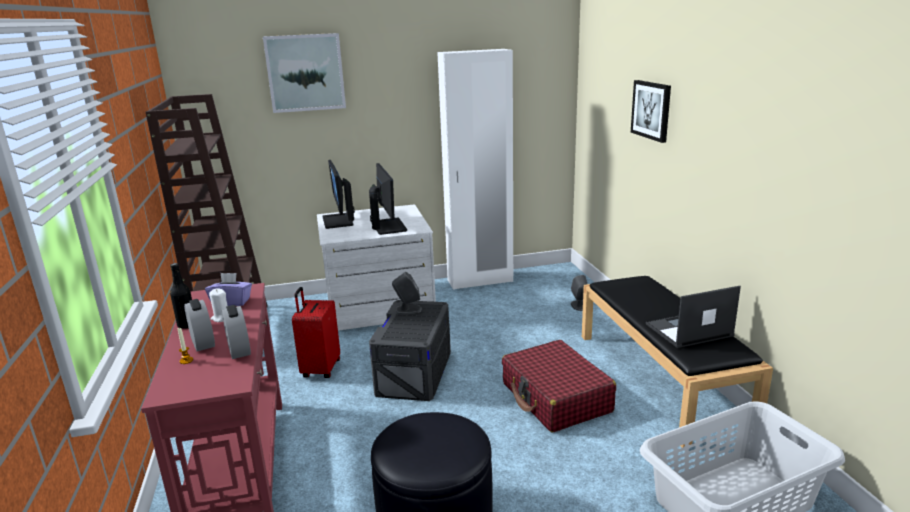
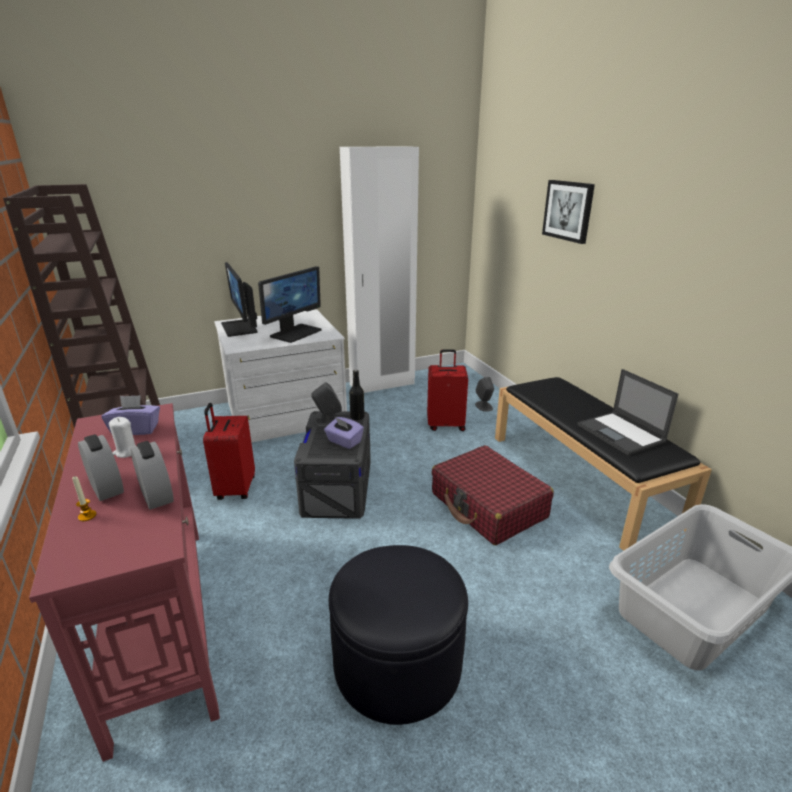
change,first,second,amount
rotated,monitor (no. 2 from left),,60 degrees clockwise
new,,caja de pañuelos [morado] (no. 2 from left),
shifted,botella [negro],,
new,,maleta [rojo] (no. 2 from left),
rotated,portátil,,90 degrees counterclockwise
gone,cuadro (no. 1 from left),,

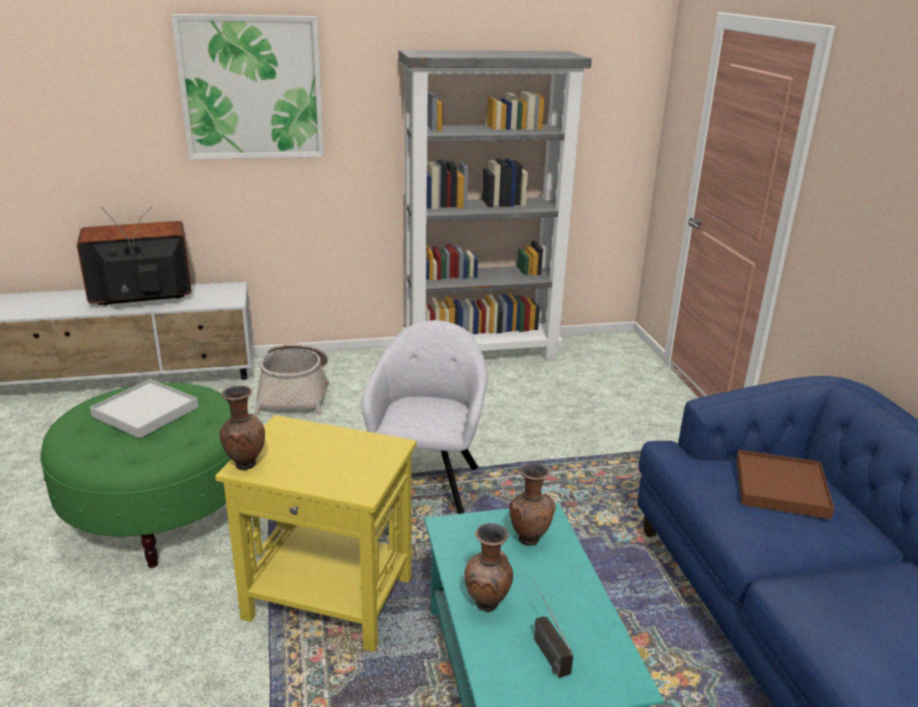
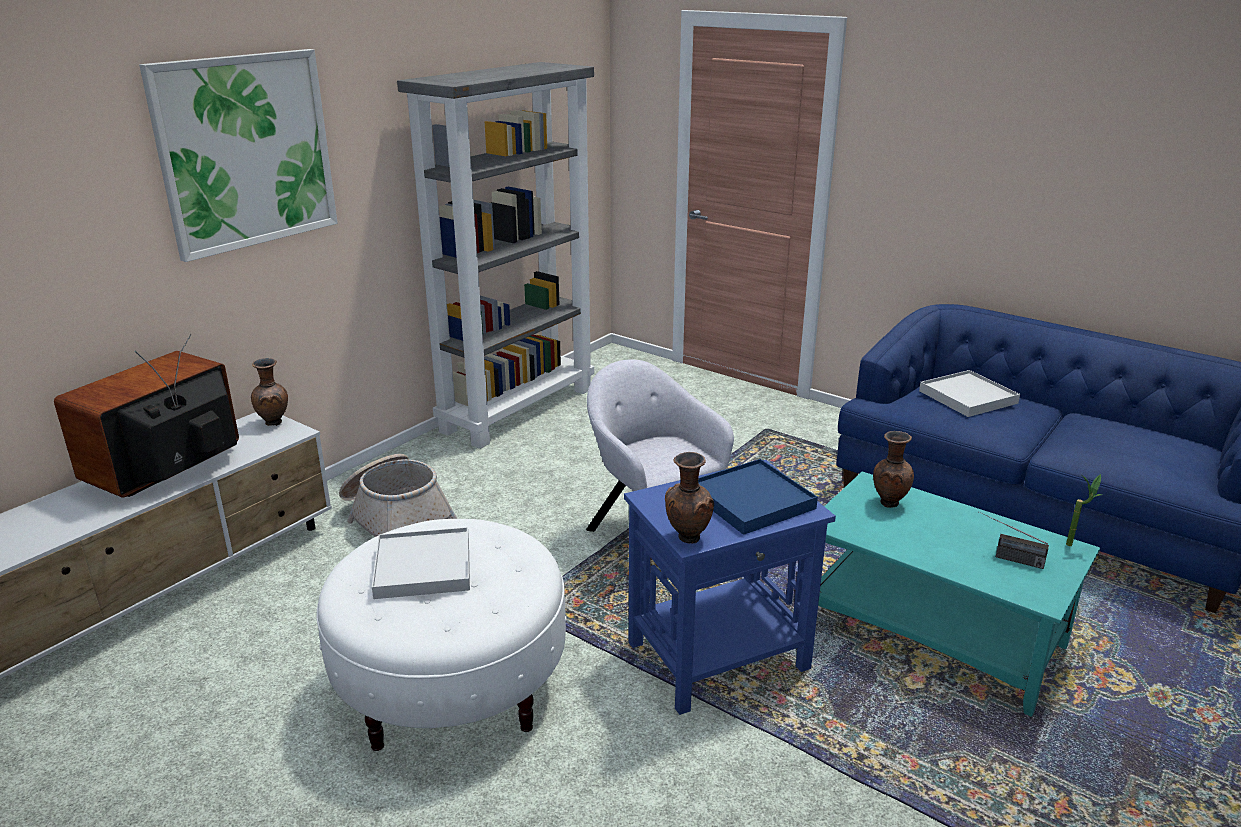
change,first,second,amount
shifted,florero [marrón] (no. 2 from left in the first image),florero [marrón] (no. 1 from left),
repainted,puf [verde],puf [blanco],
repainted,mesa auxiliar [amarillo],mesa auxiliar [azul],
new,,bandeja [azul],
repainted,bandeja [marrón],bandeja [blanco] (no. 2 from left),
new,,planta en maceta,

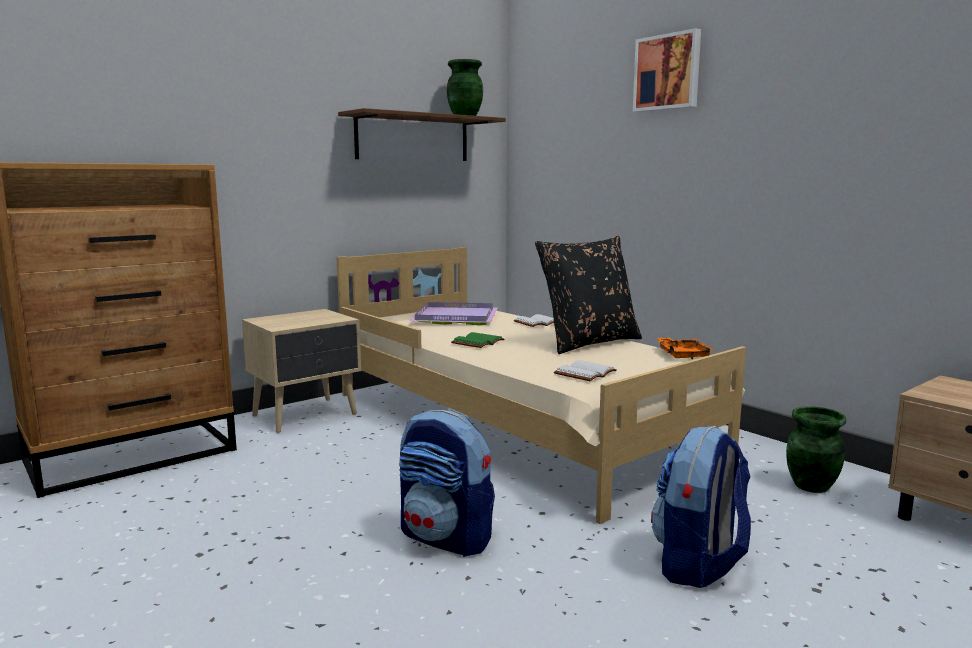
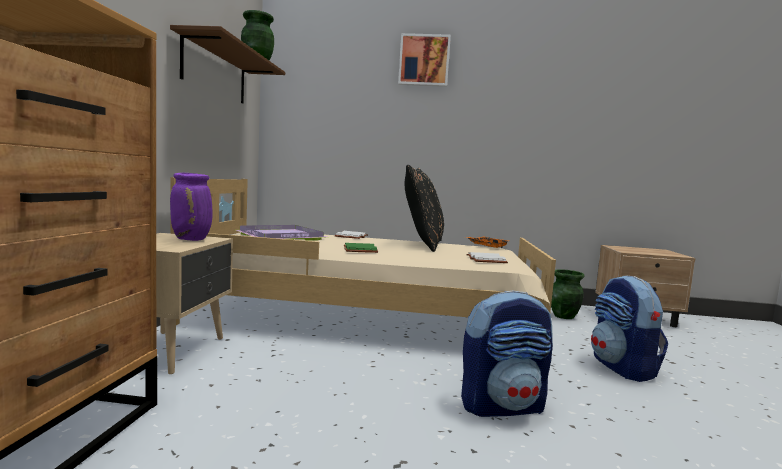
change,first,second,amount
new,,florero [morado],

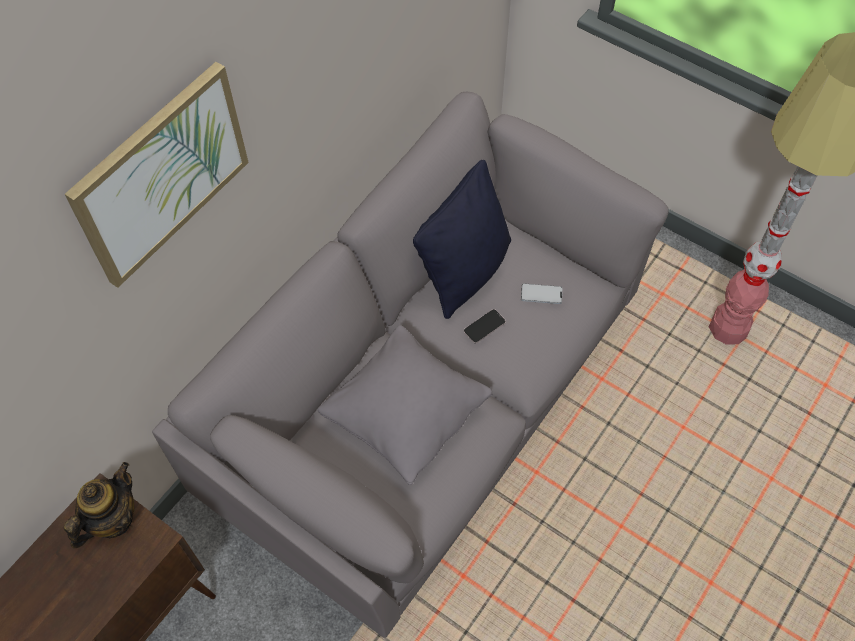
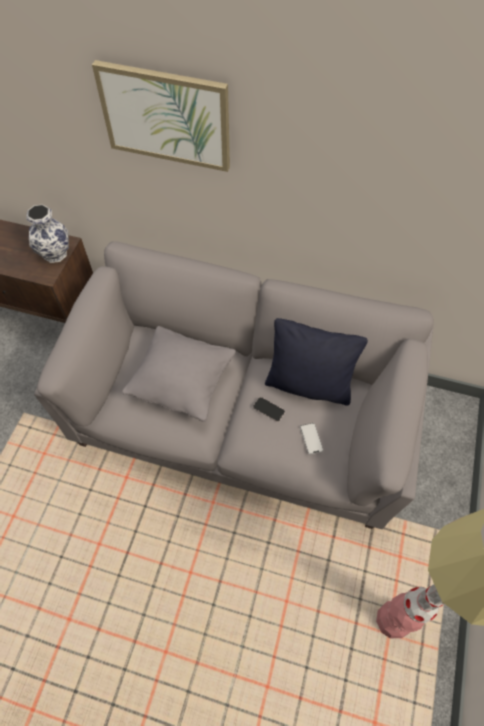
change,first,second,amount
swapped,tetera,florero,

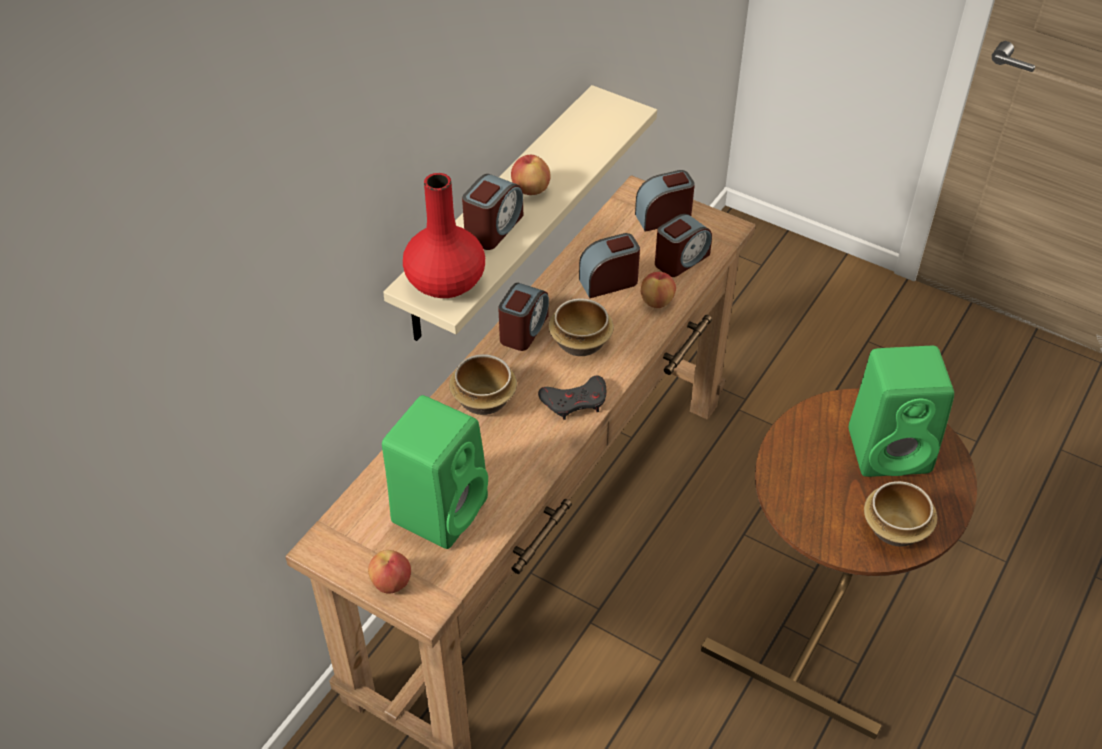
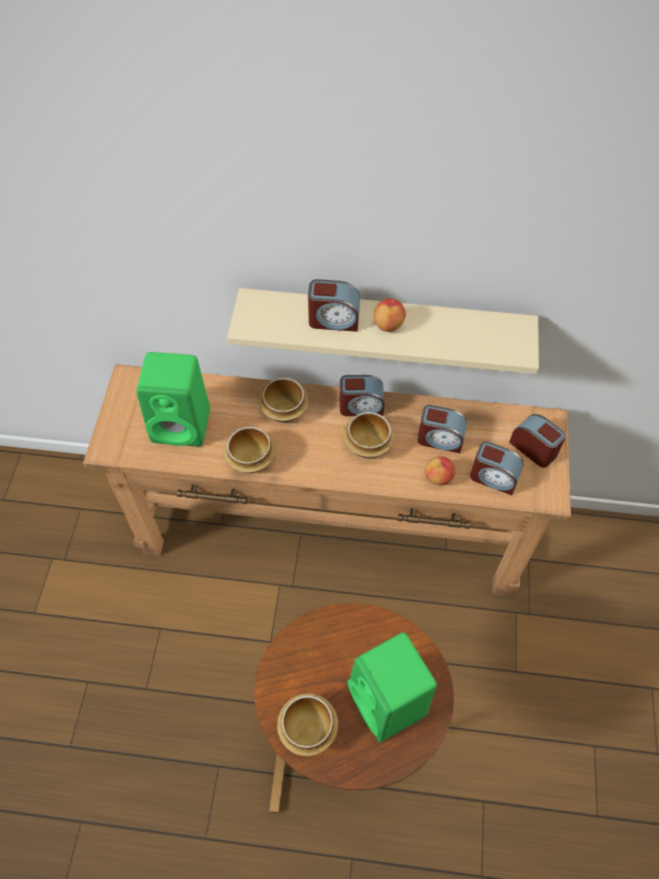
change,first,second,amount
new,,cuenco (no. 1 from left),
rotated,despertador (no. 3 from left),,150 degrees clockwise
gone,manzana (no. 1 from left),,
gone,florero [rojo],,
gone,mando de consola [gris],,

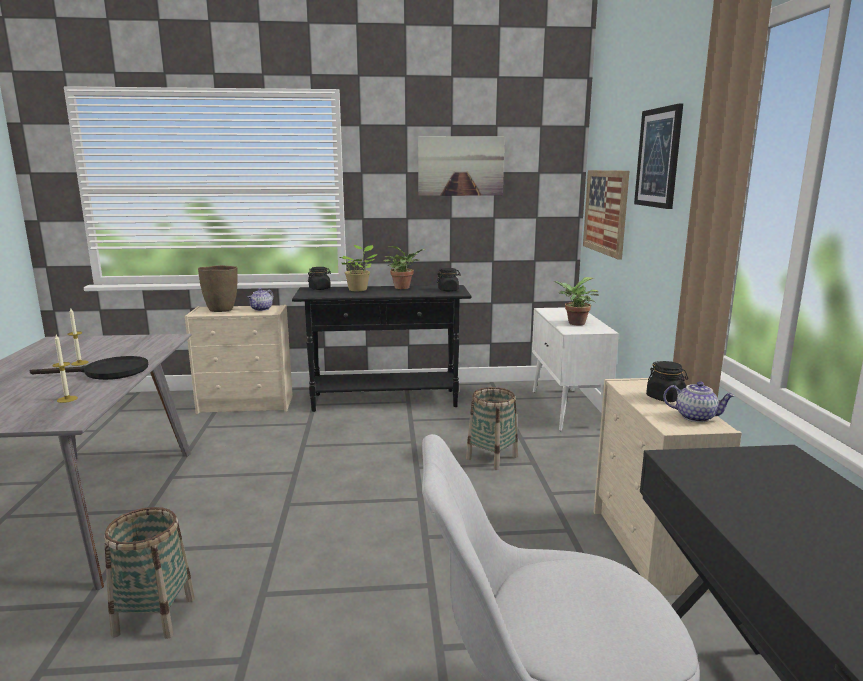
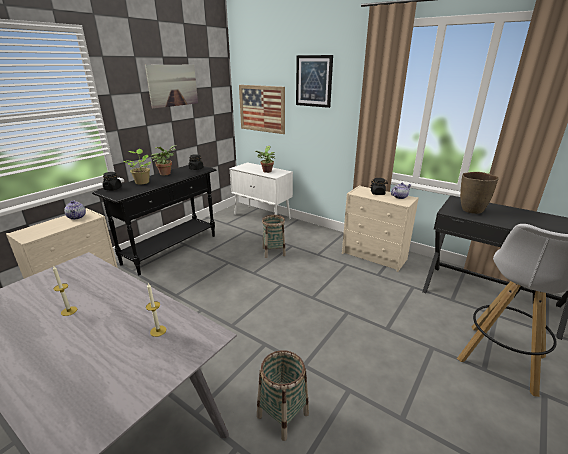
change,first,second,amount
shifted,florero [marrón],,
gone,sartén [negro],,

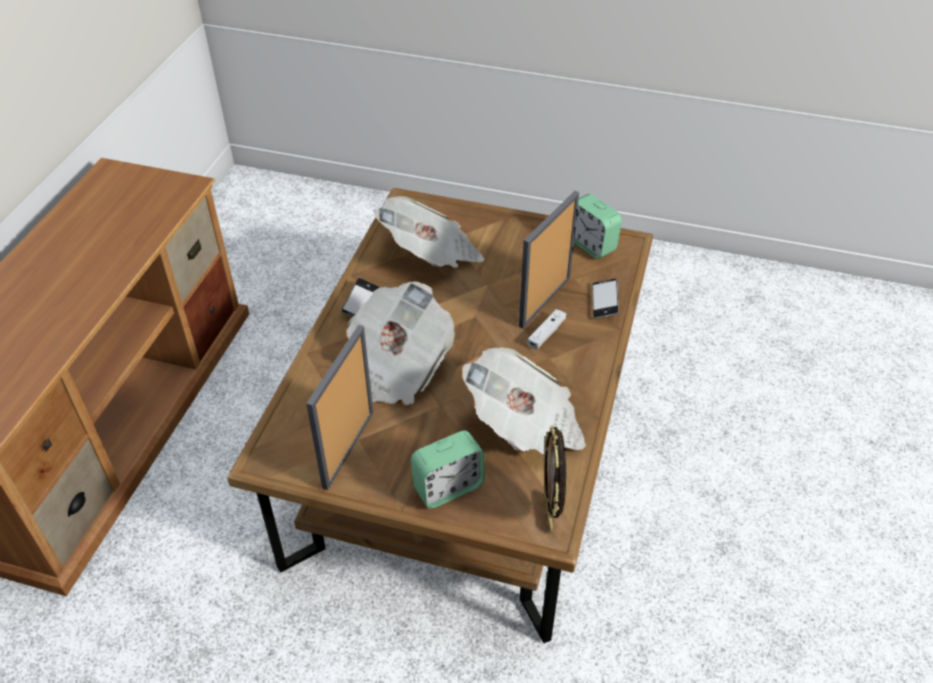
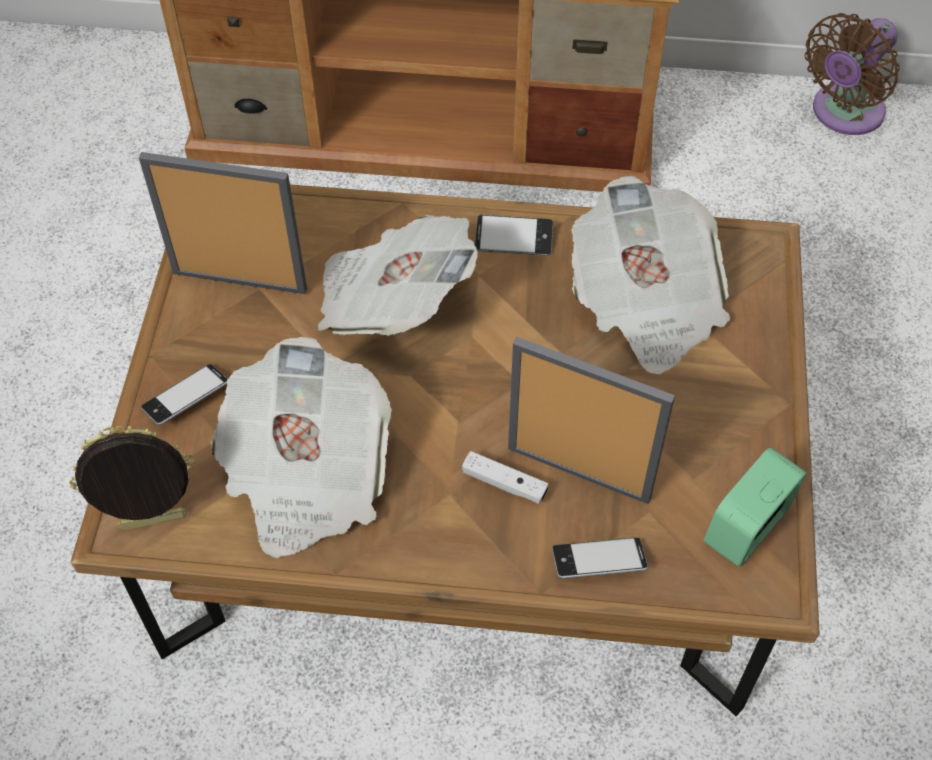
change,first,second,amount
swapped,despertador (no. 1 from left),móvil (no. 1 from left),
new,,ventilador [marrón],

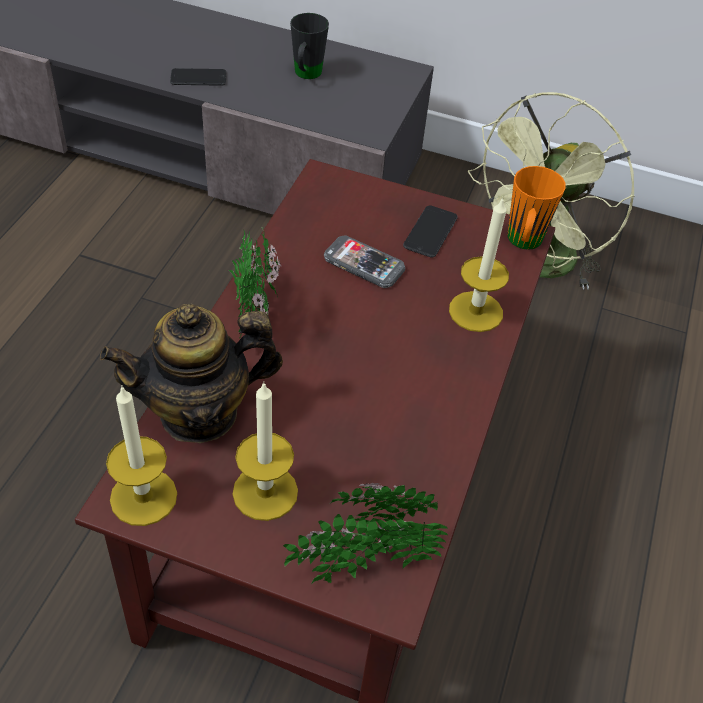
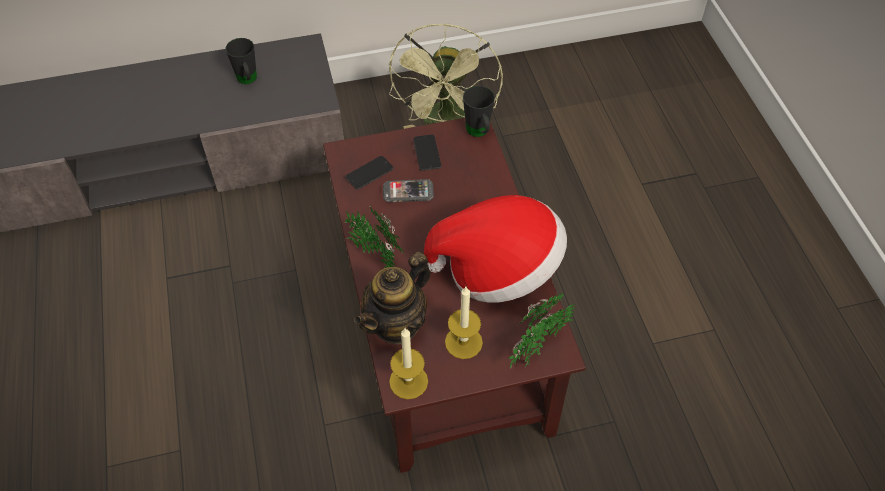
change,first,second,amount
shifted,móvil (no. 1 from left),,
new,,sombrero,
repainted,taza grande [naranja],taza grande [negro] (no. 2 from left),
gone,vela (no. 3 from left),,

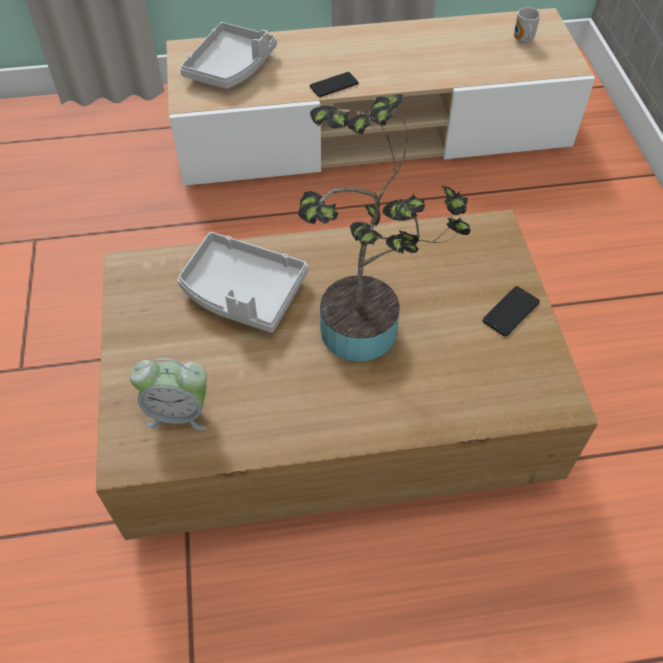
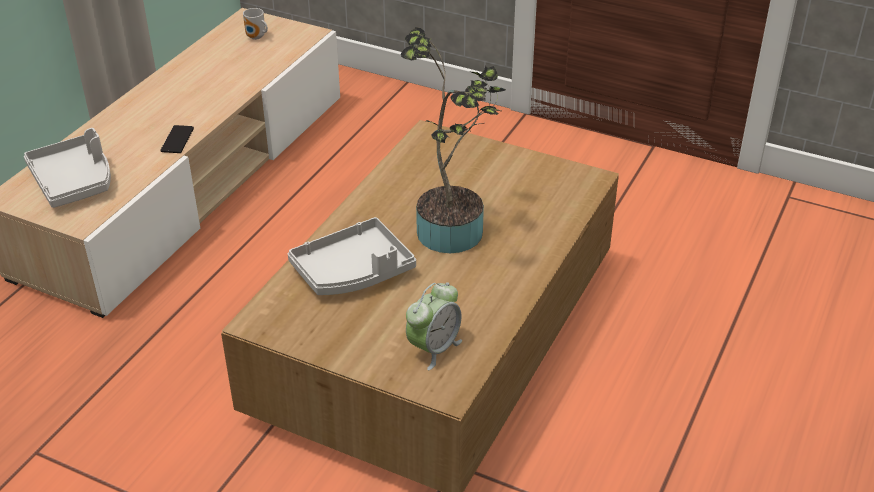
change,first,second,amount
gone,móvil (no. 2 from left),,

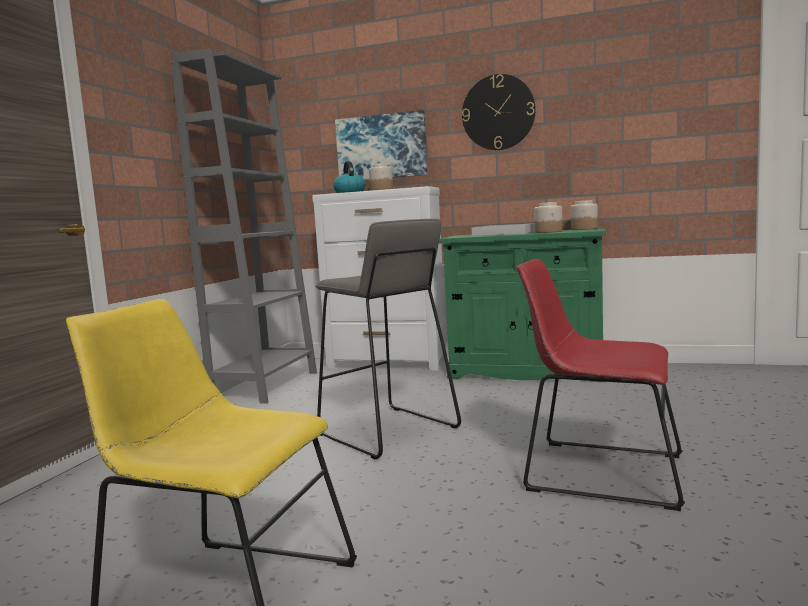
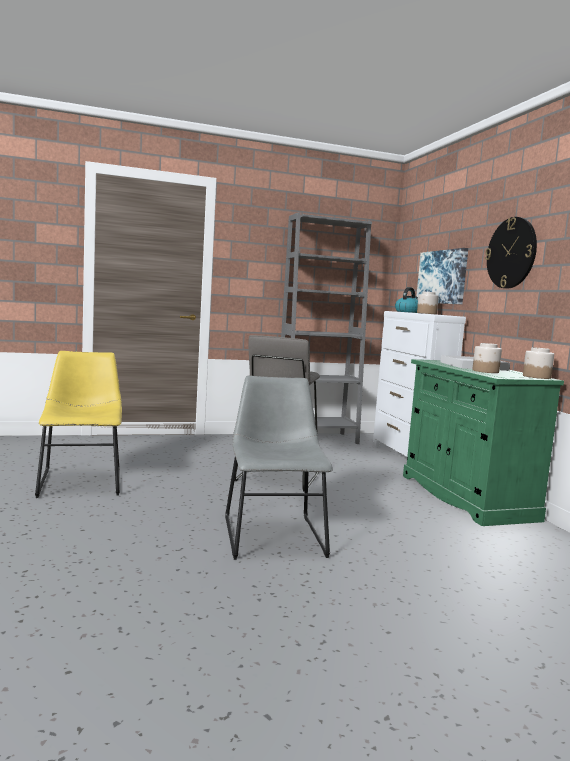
change,first,second,amount
repainted,silla [rojo],silla [gris],

